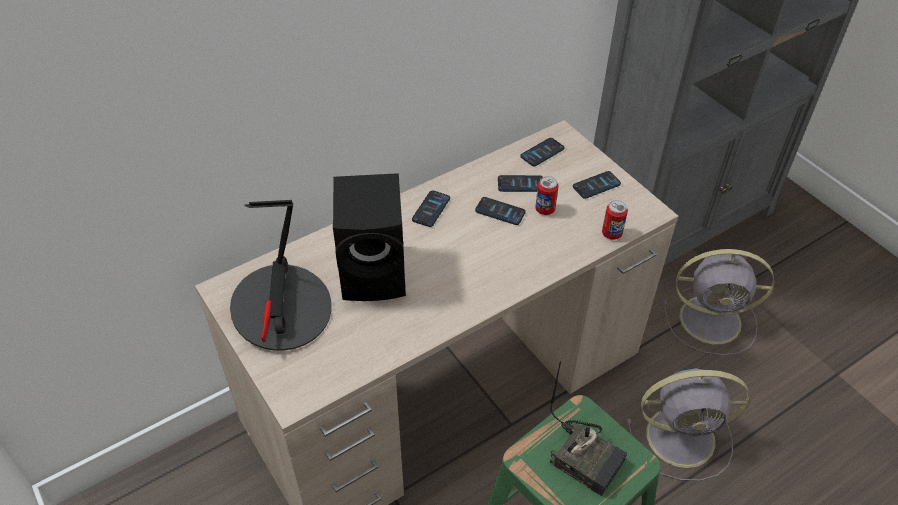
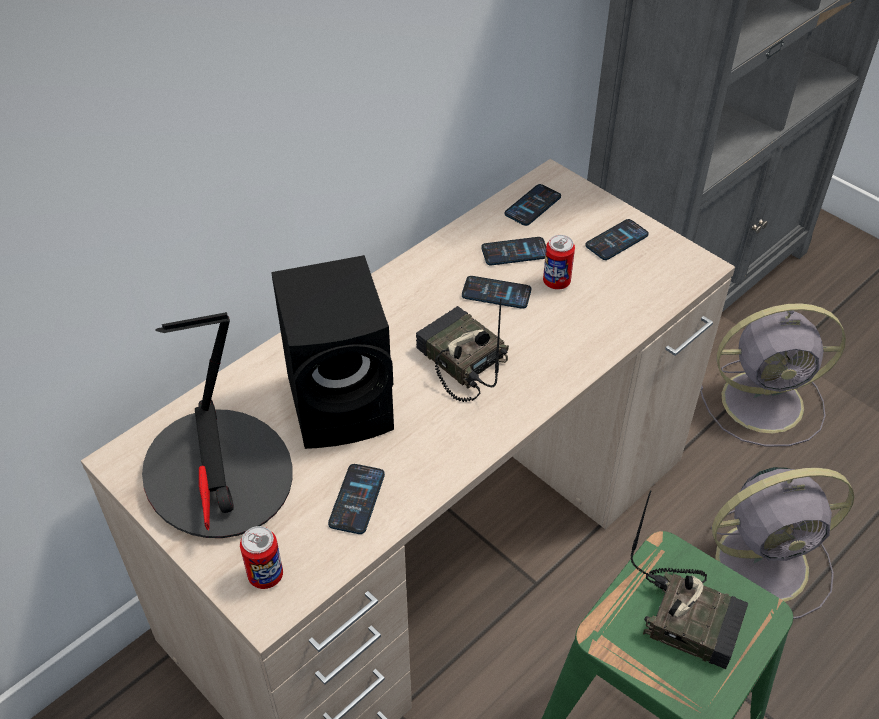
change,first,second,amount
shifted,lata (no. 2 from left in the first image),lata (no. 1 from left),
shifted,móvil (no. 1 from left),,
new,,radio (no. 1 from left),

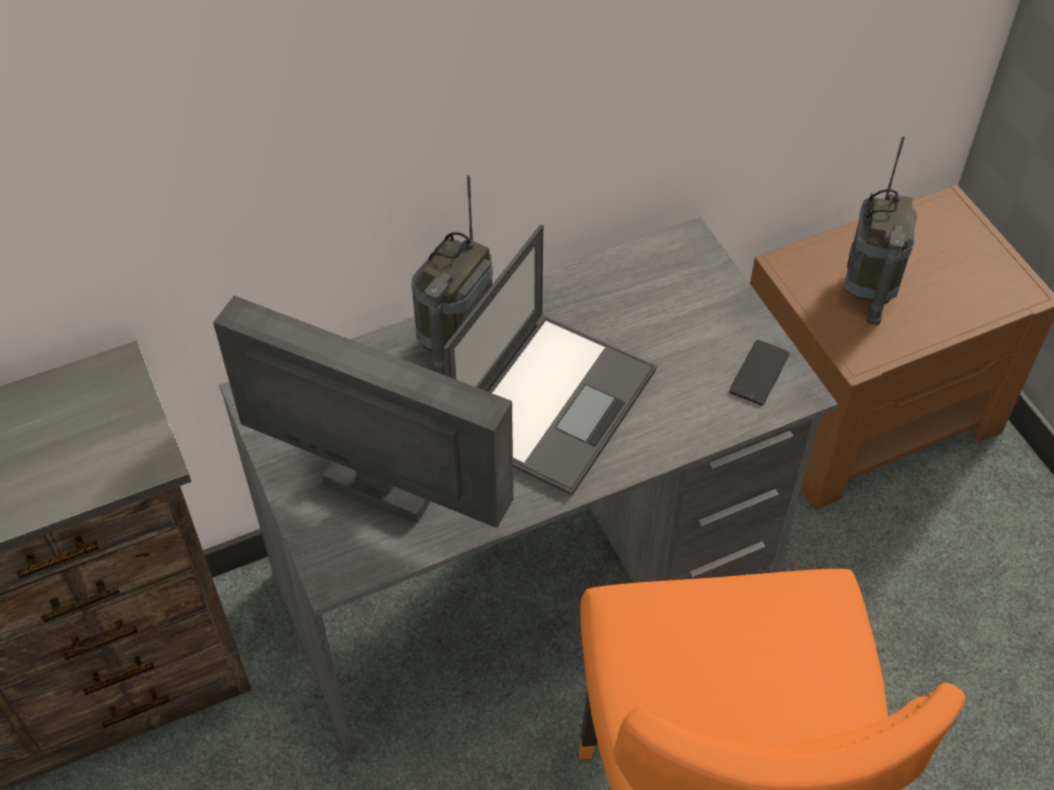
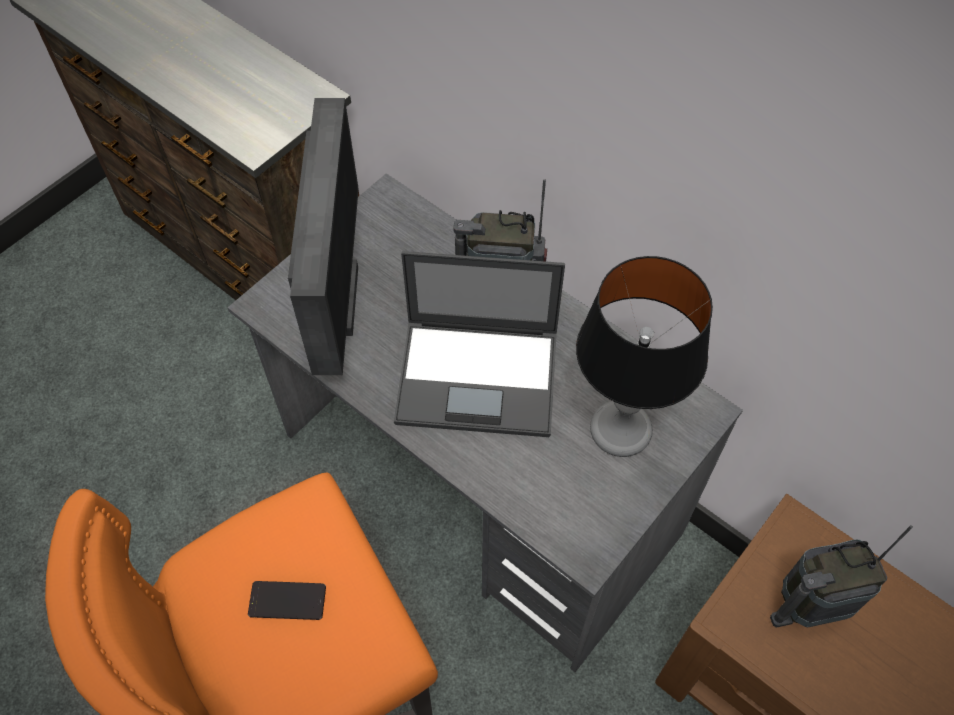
change,first,second,amount
shifted,móvil,,
new,,lámpara de mesa,

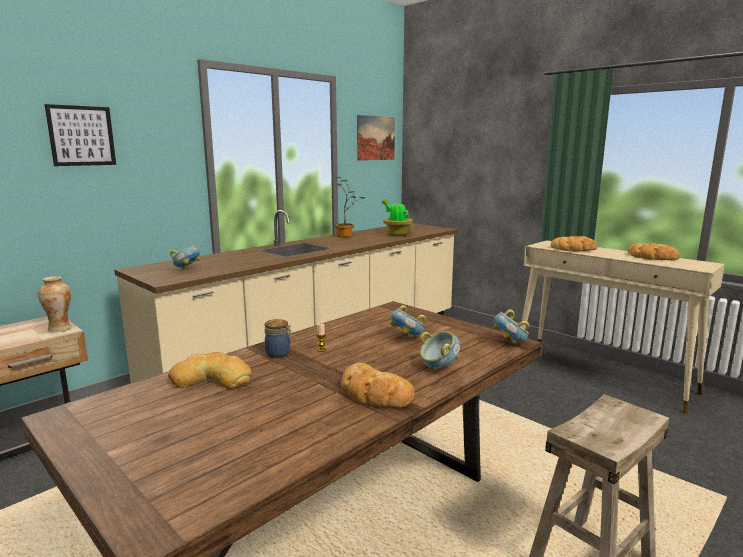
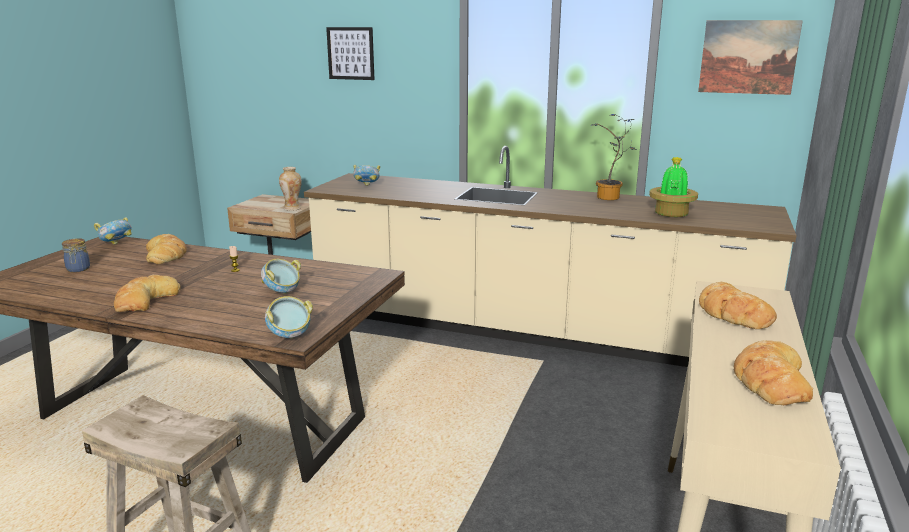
change,first,second,amount
shifted,tarro,,
shifted,cuenco (no. 3 from left in the first image),cuenco (no. 1 from left),

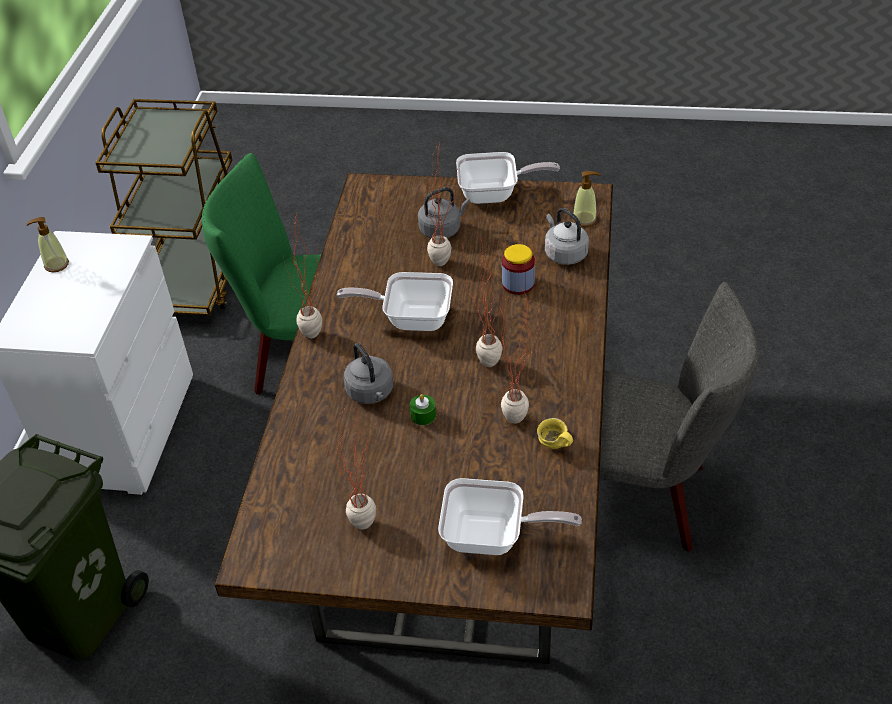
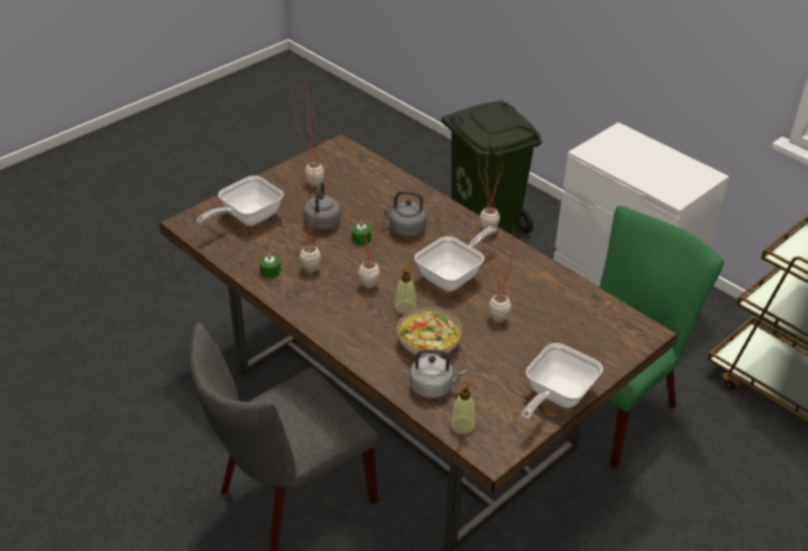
change,first,second,amount
swapped,taza grande [amarillo],vela [verde] (no. 1 from left),
shifted,hervidor [gris] (no. 2 from left in the first image),hervidor [gris] (no. 1 from left),
shifted,dispensador de jabón (no. 1 from left),,
swapped,tarro,cuenco,

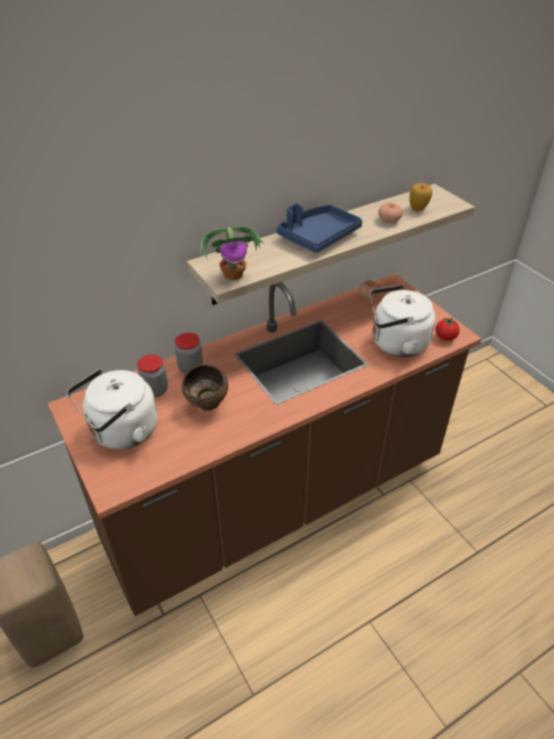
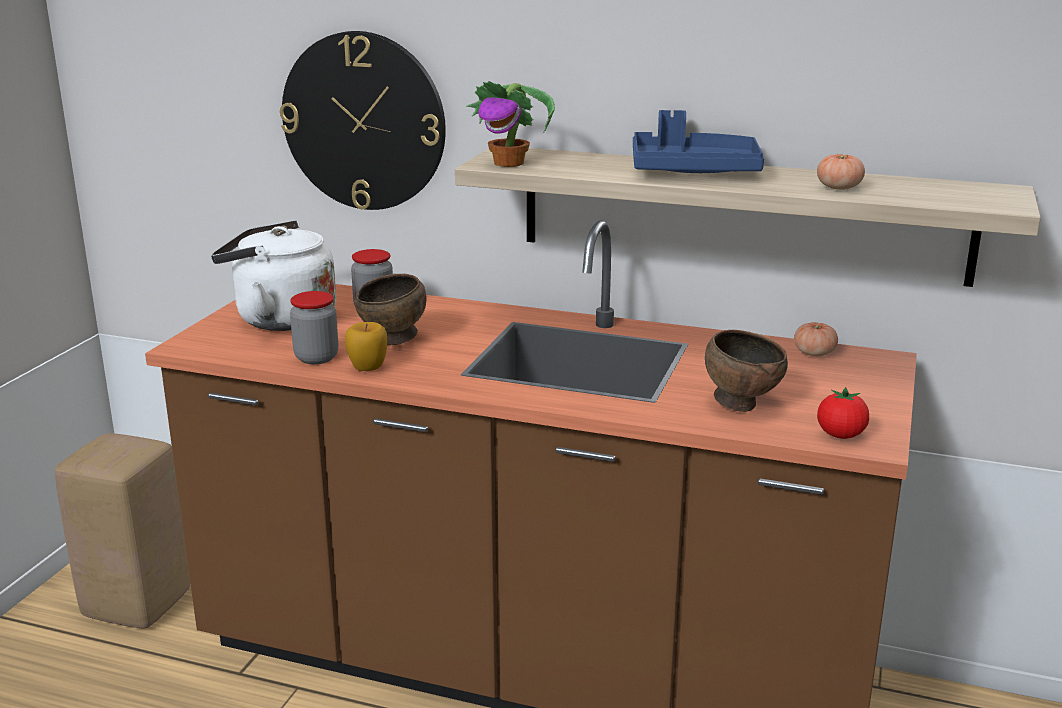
change,first,second,amount
new,,reloj de pared,
shifted,tarro (no. 2 from left in the first image),tarro (no. 1 from left),
shifted,manzana,,
swapped,hervidor [blanco] (no. 2 from left),cuenco [marrón] (no. 2 from left),

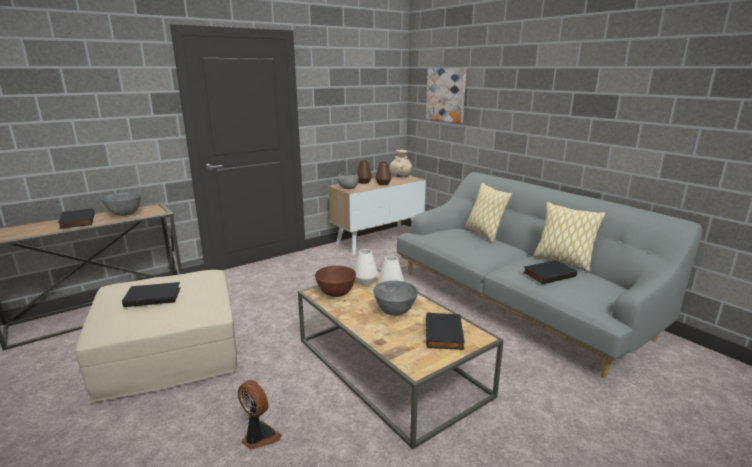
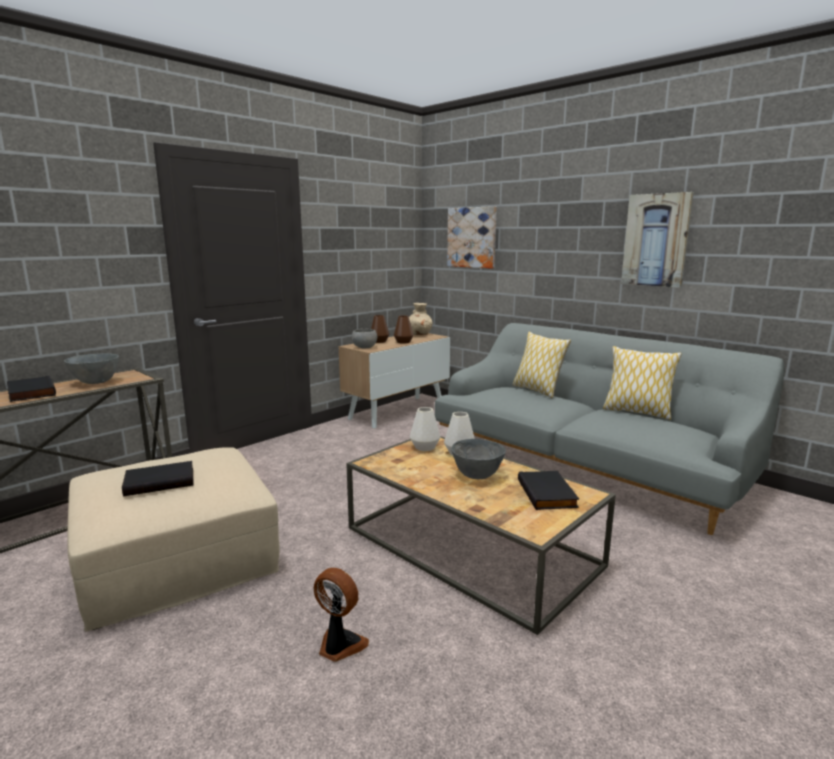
change,first,second,amount
new,,cuadro (no. 2 from left),
gone,cuenco [marrón],,
gone,libro [negro] (no. 4 from left),,

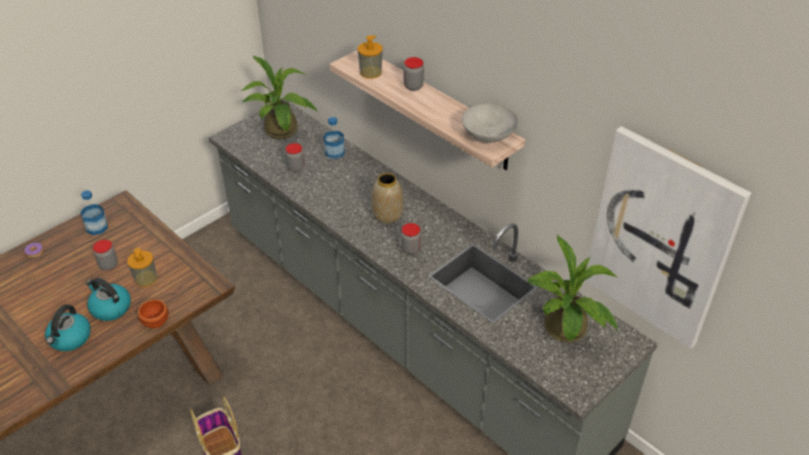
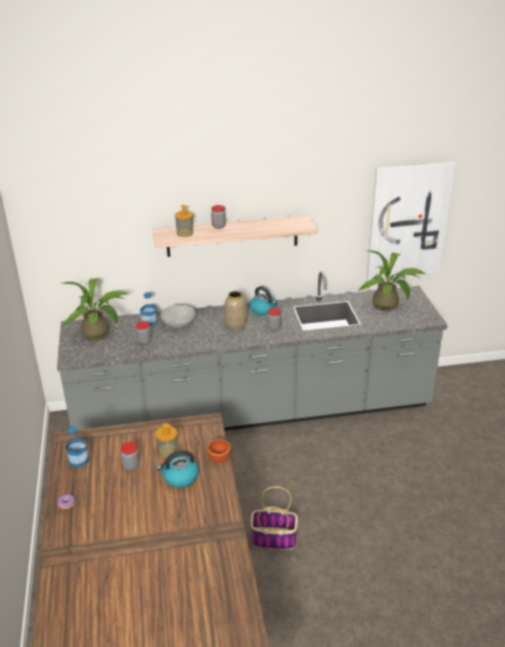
change,first,second,amount
shifted,cuenco [gris],,
shifted,hervidor (no. 1 from left in the first image),hervidor (no. 2 from left),

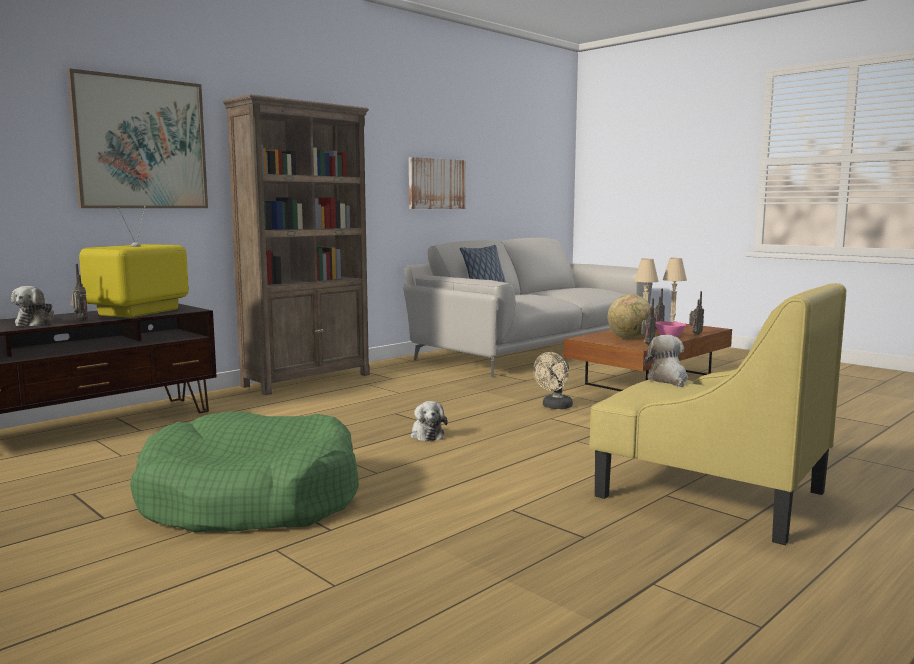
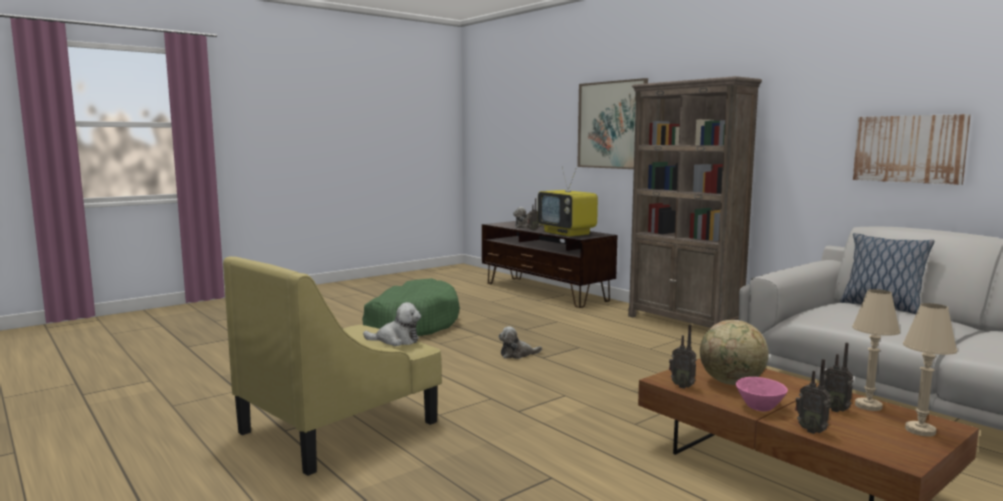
change,first,second,amount
rotated,televisor,,150 degrees counterclockwise
gone,ventilador [beis],,

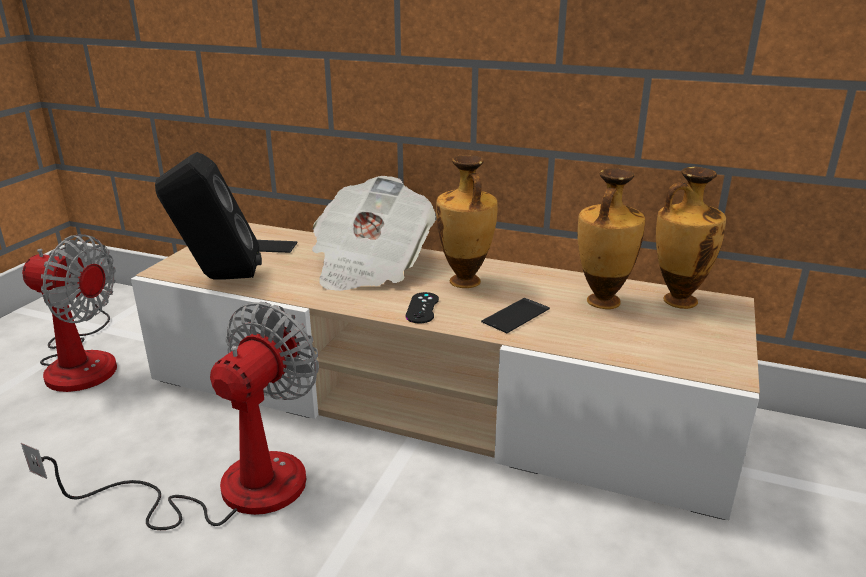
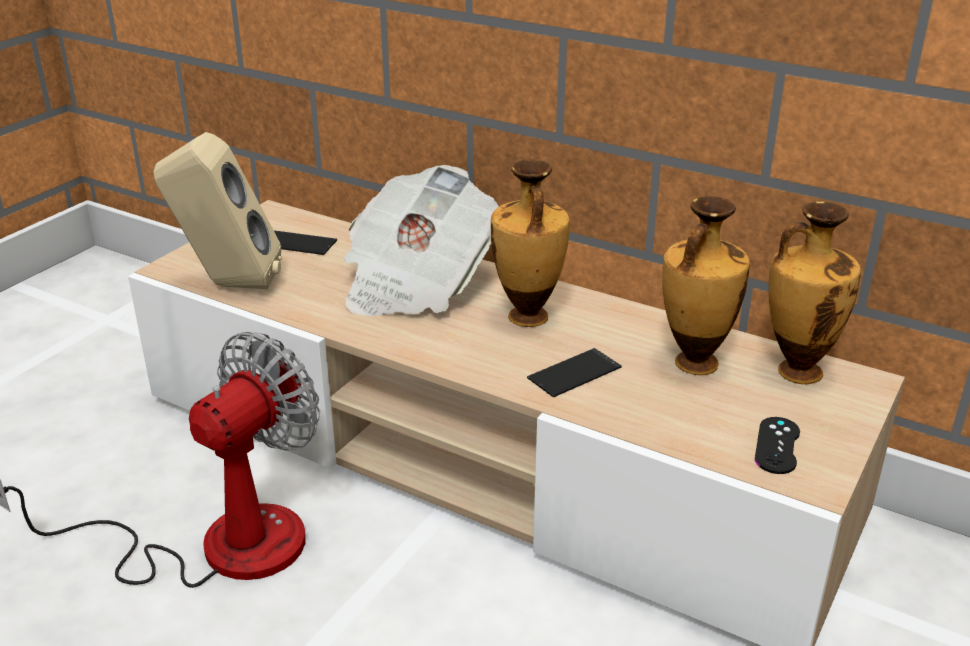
change,first,second,amount
repainted,altavoz [negro],altavoz [beis],
shifted,mando de consola [negro],,
gone,ventilador (no. 1 from left),,

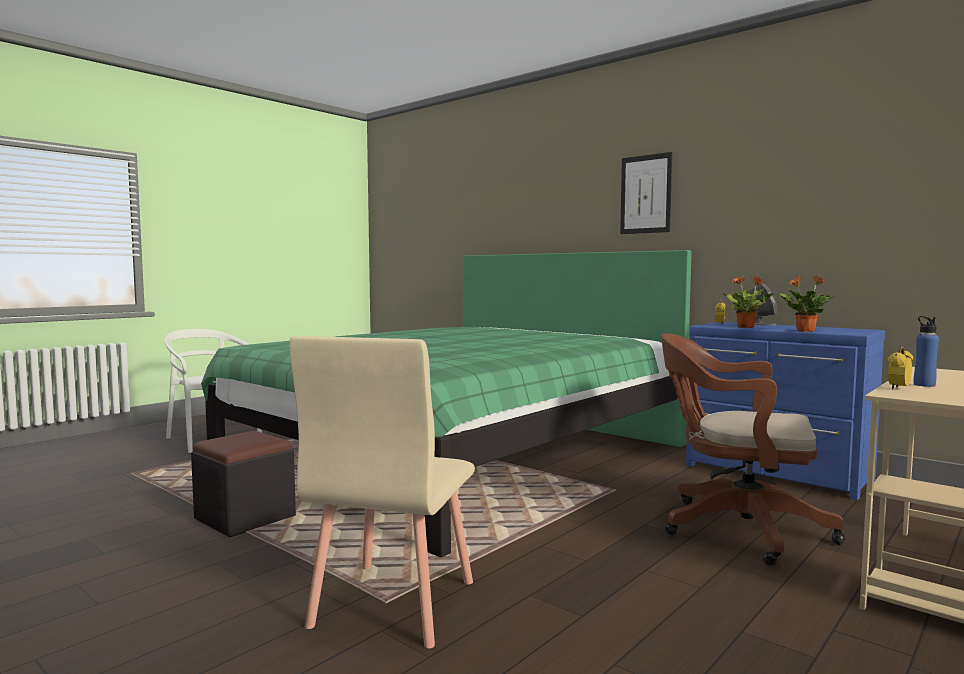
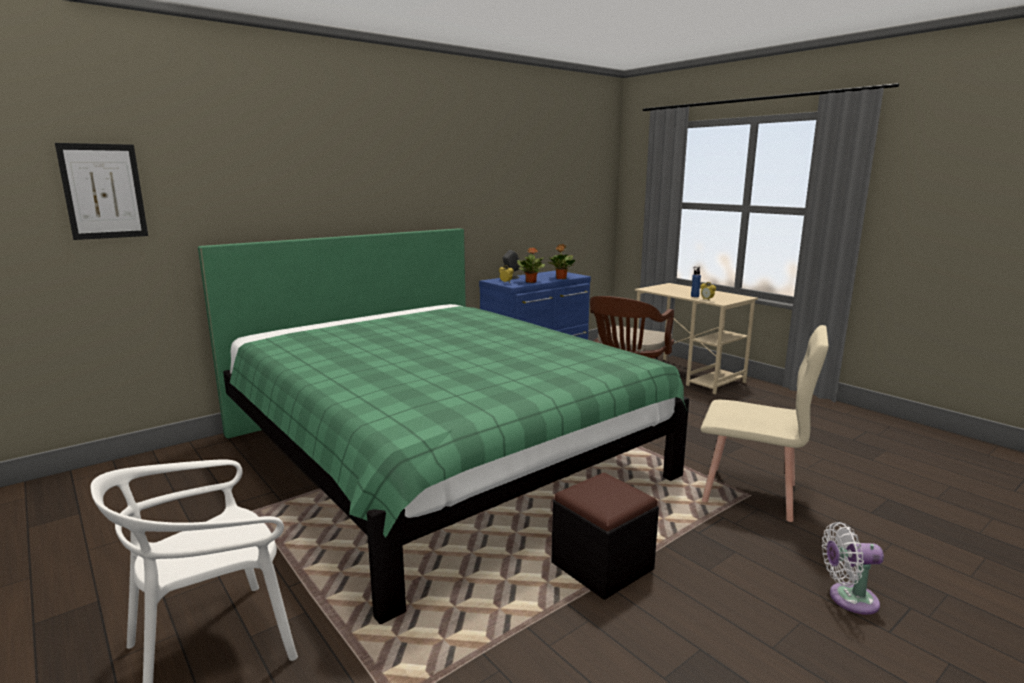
change,first,second,amount
shifted,cuadro,,
new,,ventilador [blanco],

